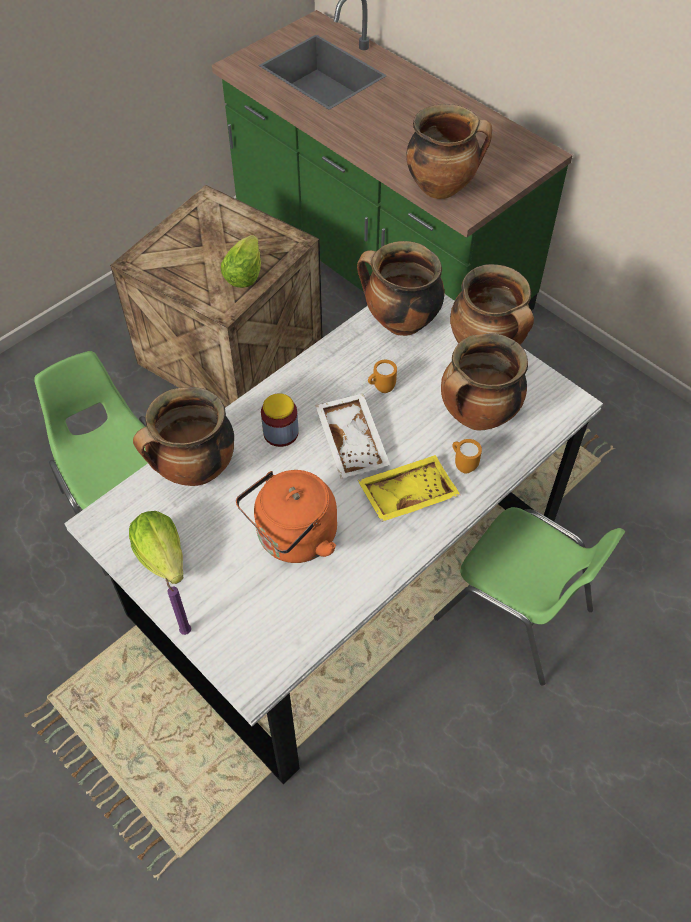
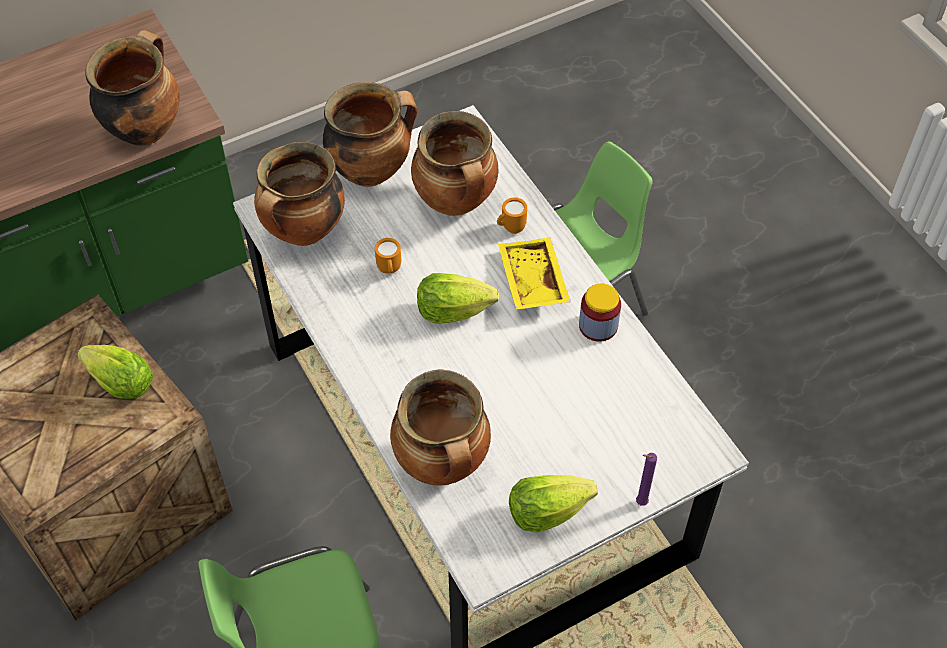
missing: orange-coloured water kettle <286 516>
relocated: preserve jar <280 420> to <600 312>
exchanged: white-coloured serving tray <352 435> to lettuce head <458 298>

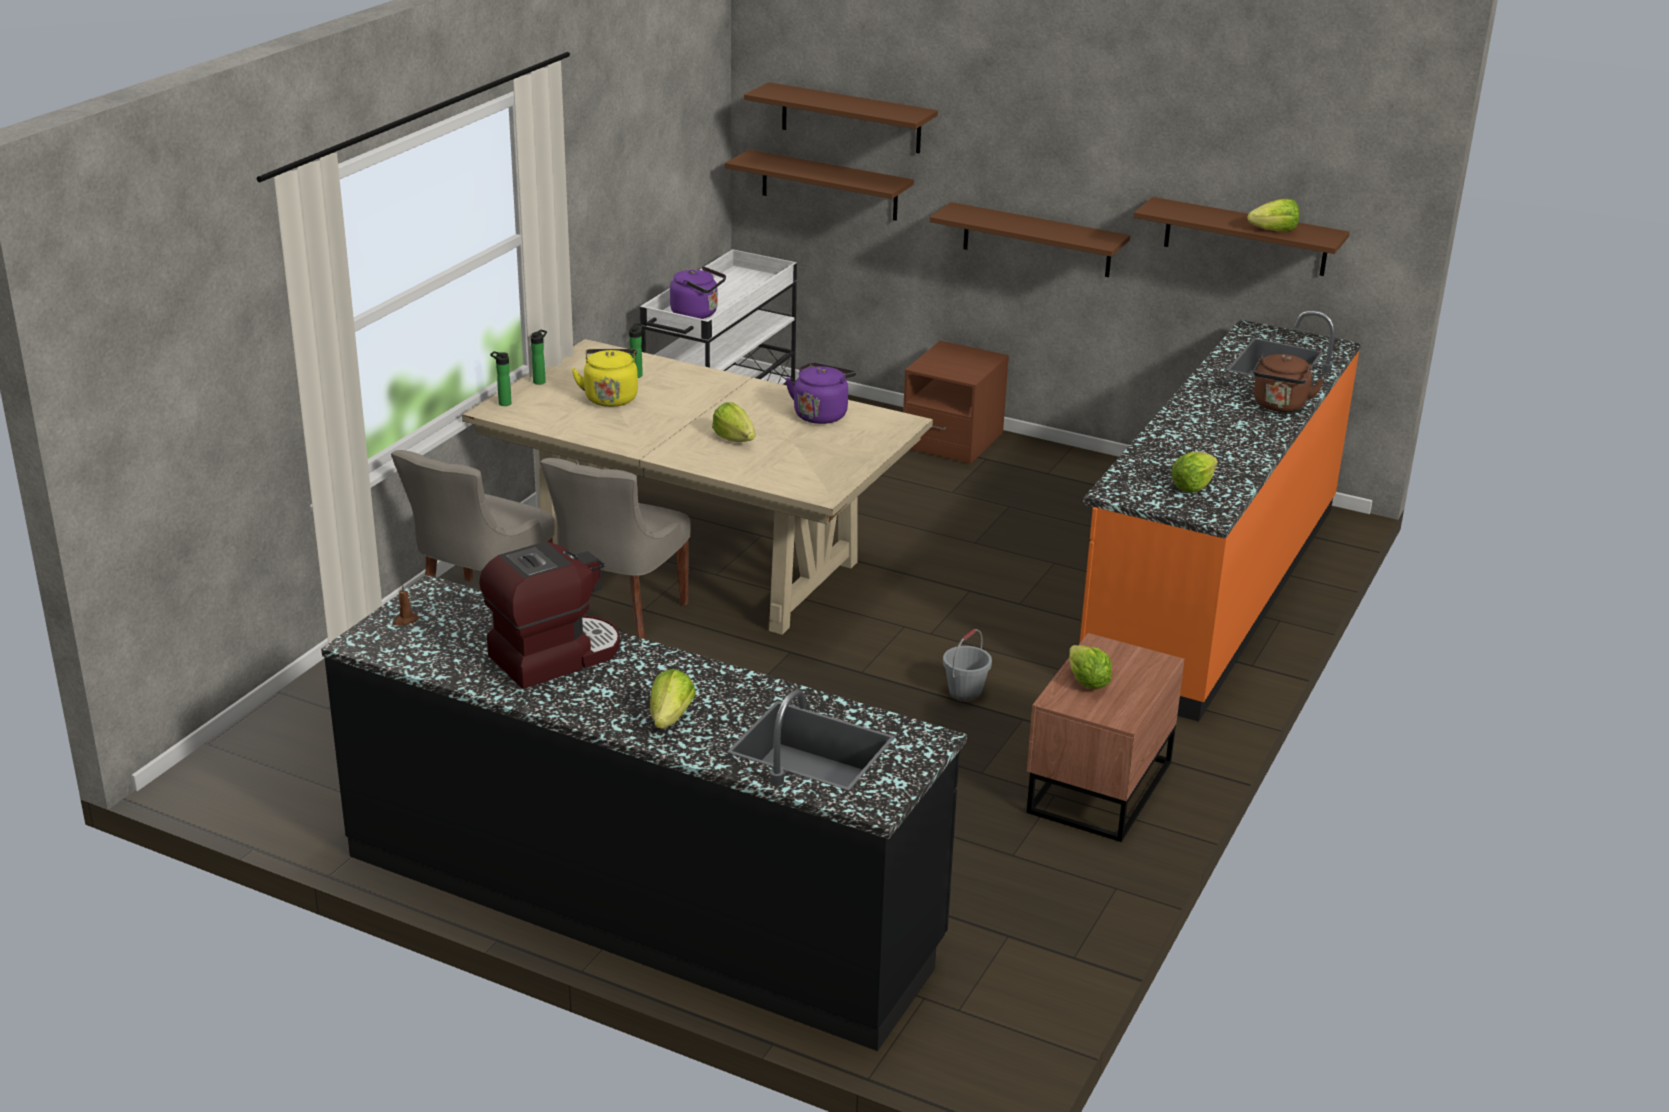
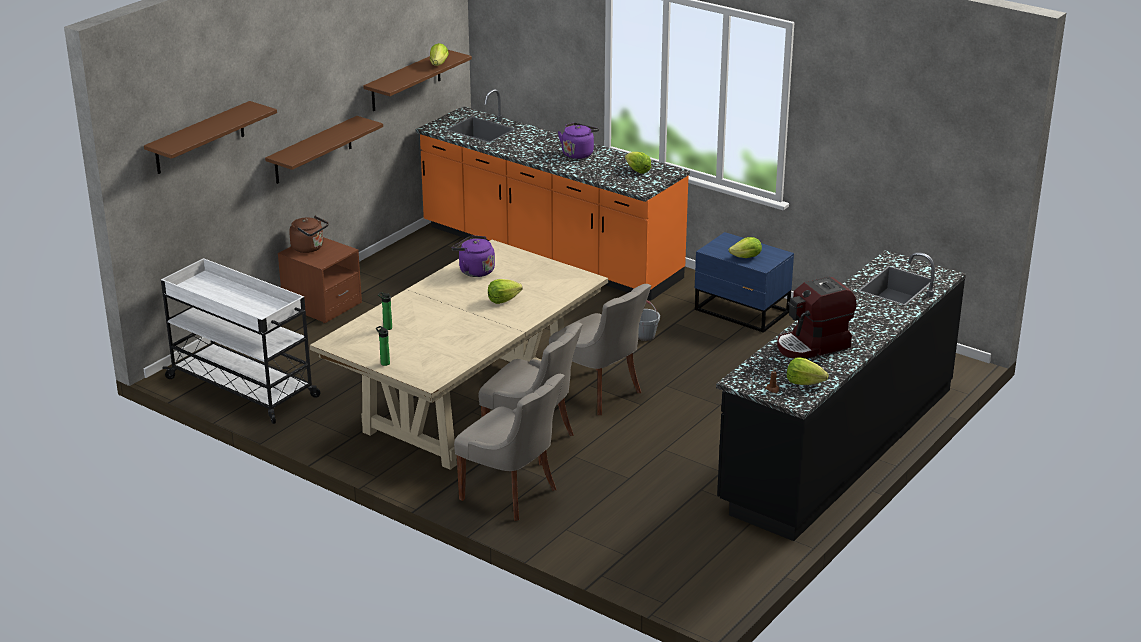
missing: drink bottle <500 378>; yellowish water kettle <605 378>; brown-coloured bracket shelf <819 185>
appeared: greyish plain chair <600 349>
relocated: lettuce head <673 699> to <808 371>; purple water kettle <698 292> to <578 141>; brown-coloured water kettle <1288 383> to <309 234>
colour: brown-coloured bedside table <1105 737> to blue-coloured bedside table <744 282>
spun: coffee brewer <549 615> = <817 318> 90 degrees counterclockwise

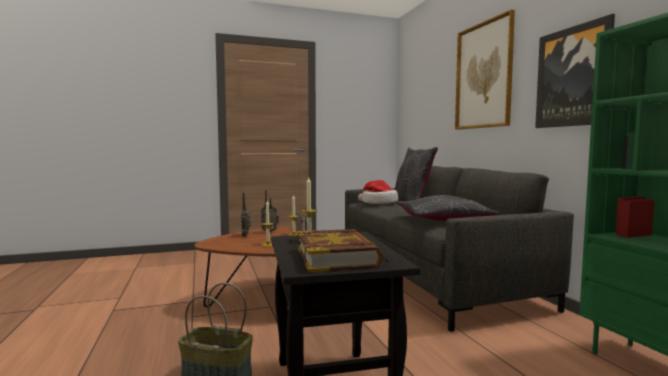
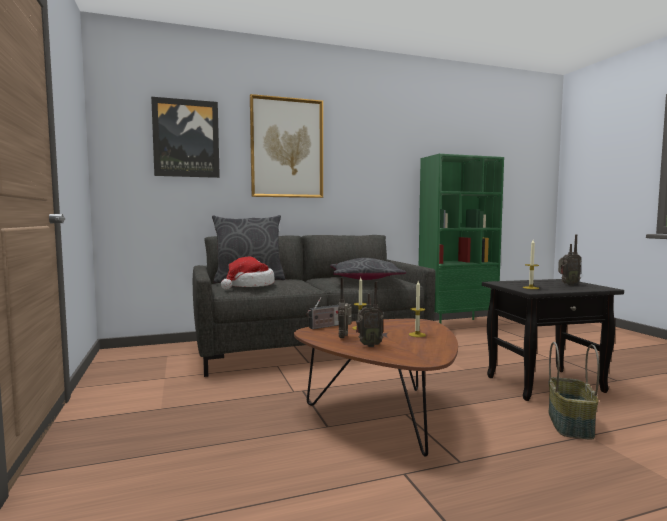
relocated: picture <575 71> to <185 137>
exchanged: volume <340 250> to radio receiver <569 260>

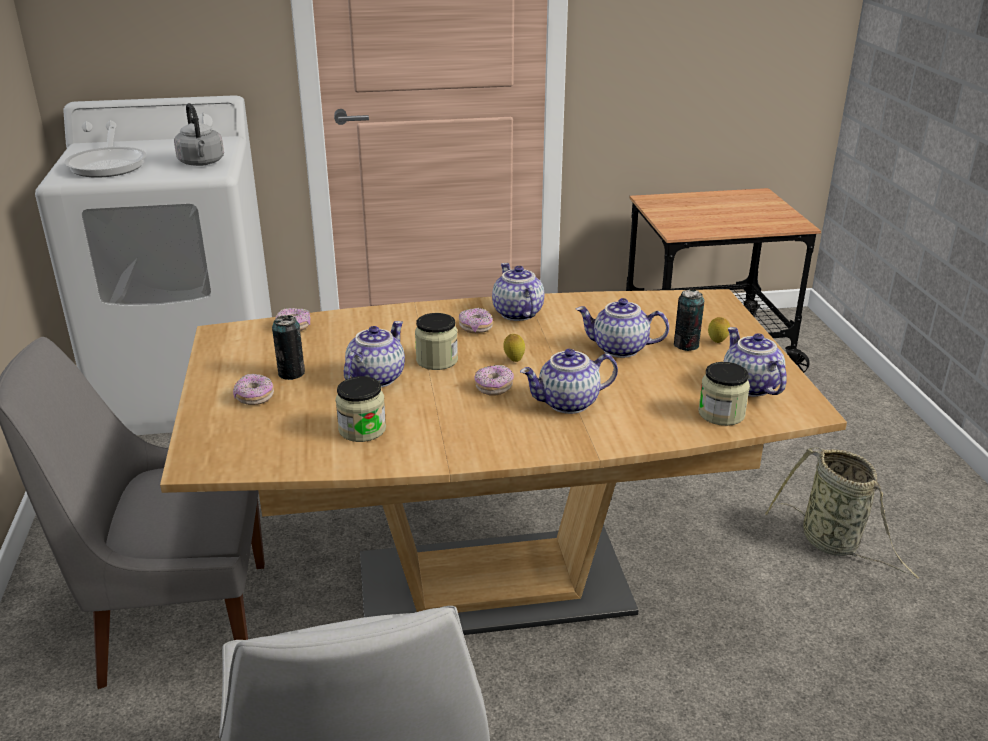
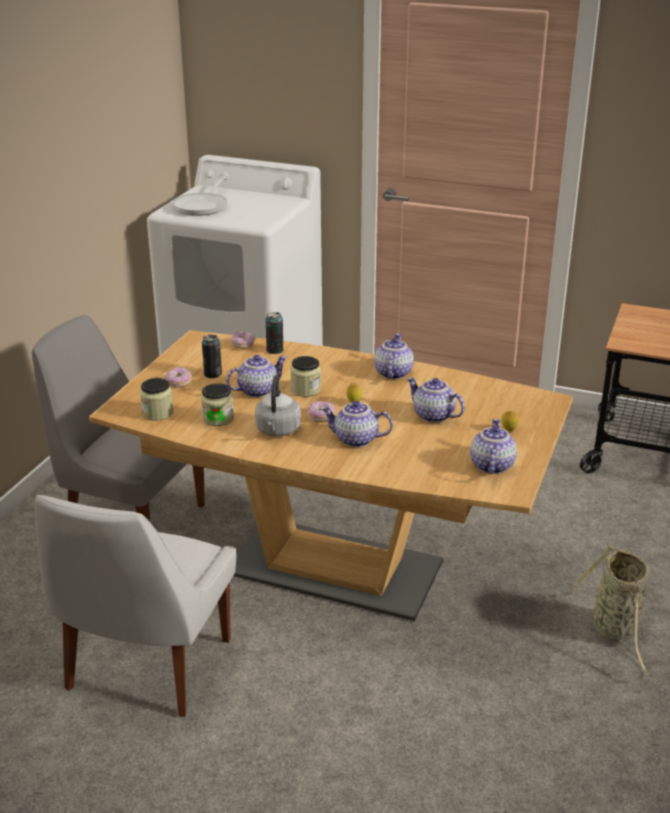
missing: ring doughnut <476 320>
relocated: greyish water kettle <199 134> to <278 406>; sealed can <689 320> to <274 333>; preserve jar <724 394> to <156 399>

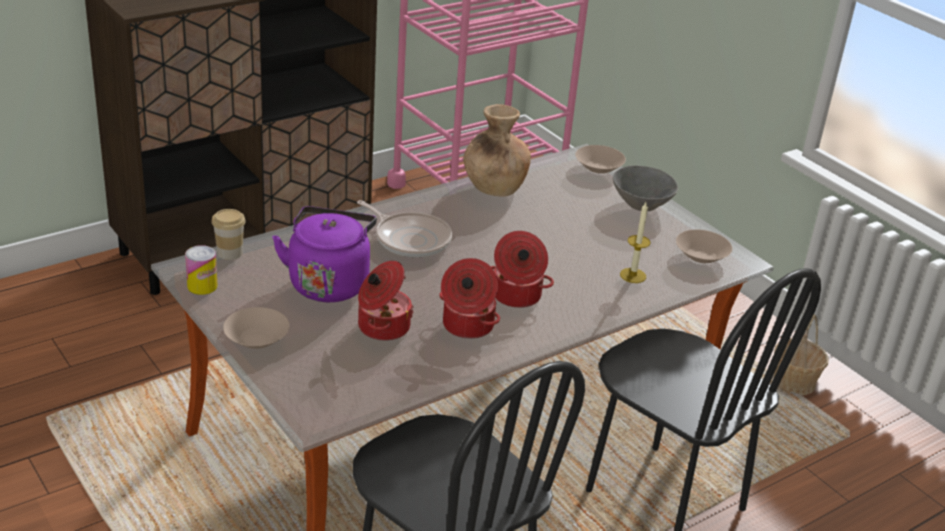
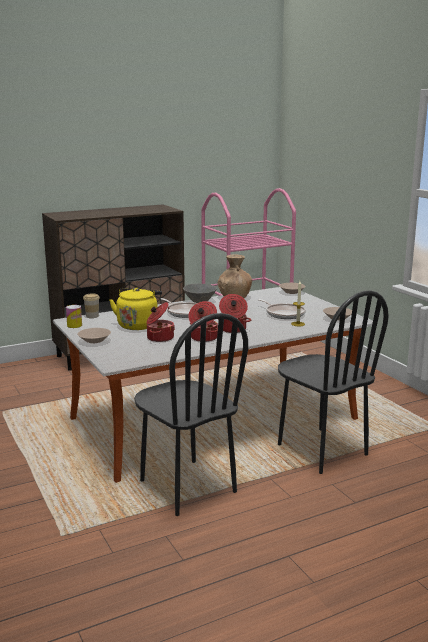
missing: household basket <801 354>
appeared: skillet <282 309>
relocated: greyish deep dish <645 188> to <199 293>
colour: purple water kettle <324 254> to yellowish water kettle <135 309>

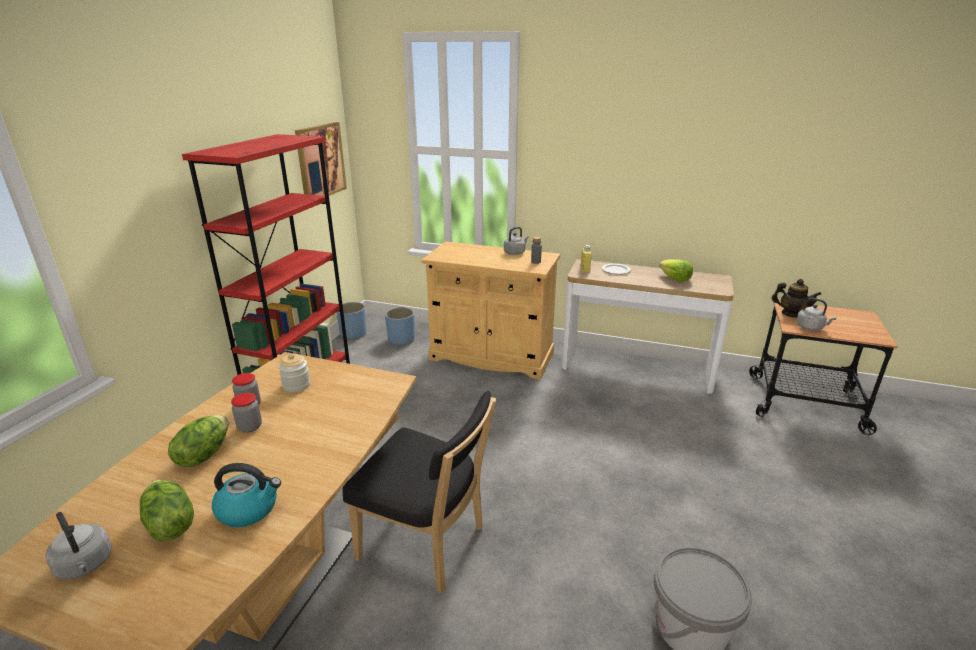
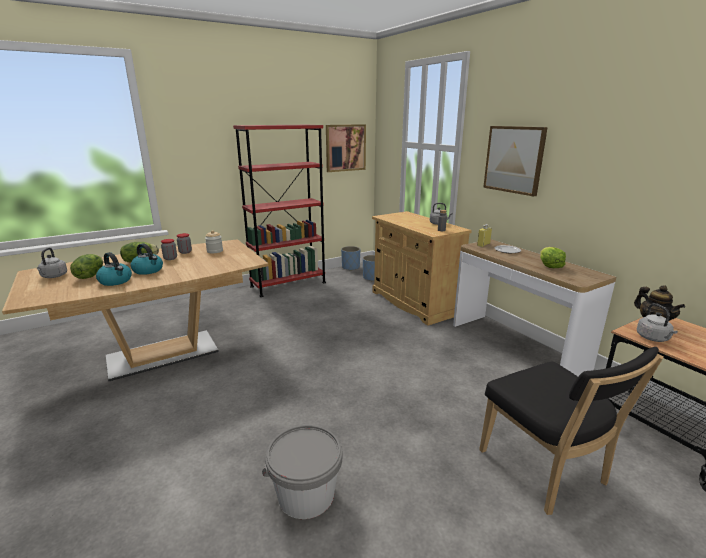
appeared: water kettle <146 259>; picture <515 161>
relocated: black plain chair <419 492> to <571 431>

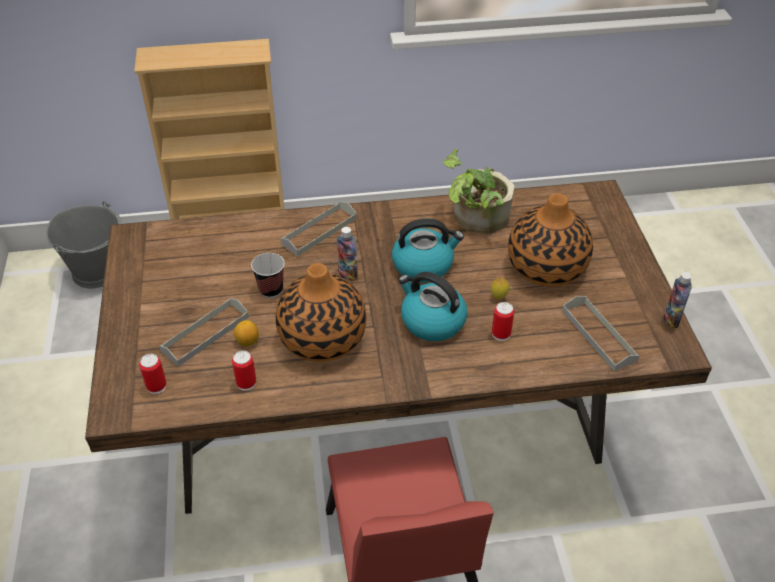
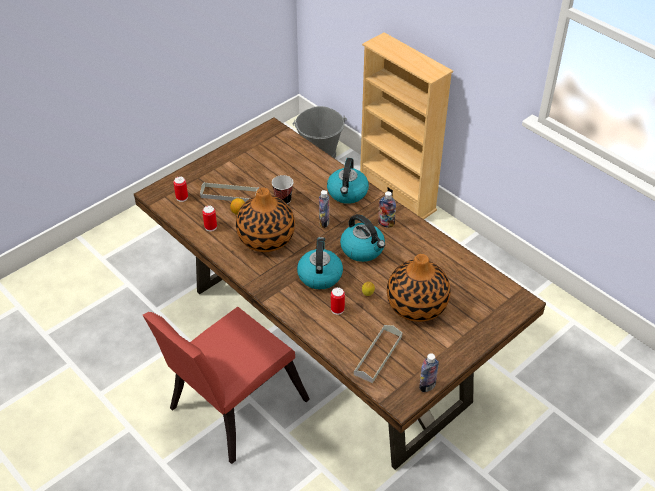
missing: potted plant <479 191>
appeared: drink bottle <387 209>
exchanged: greyish serving tray <318 229> to water kettle <348 181>

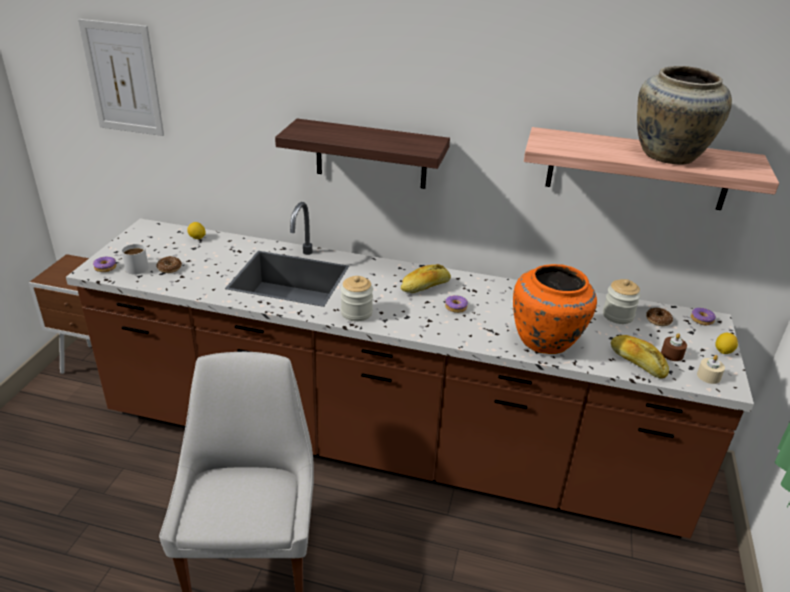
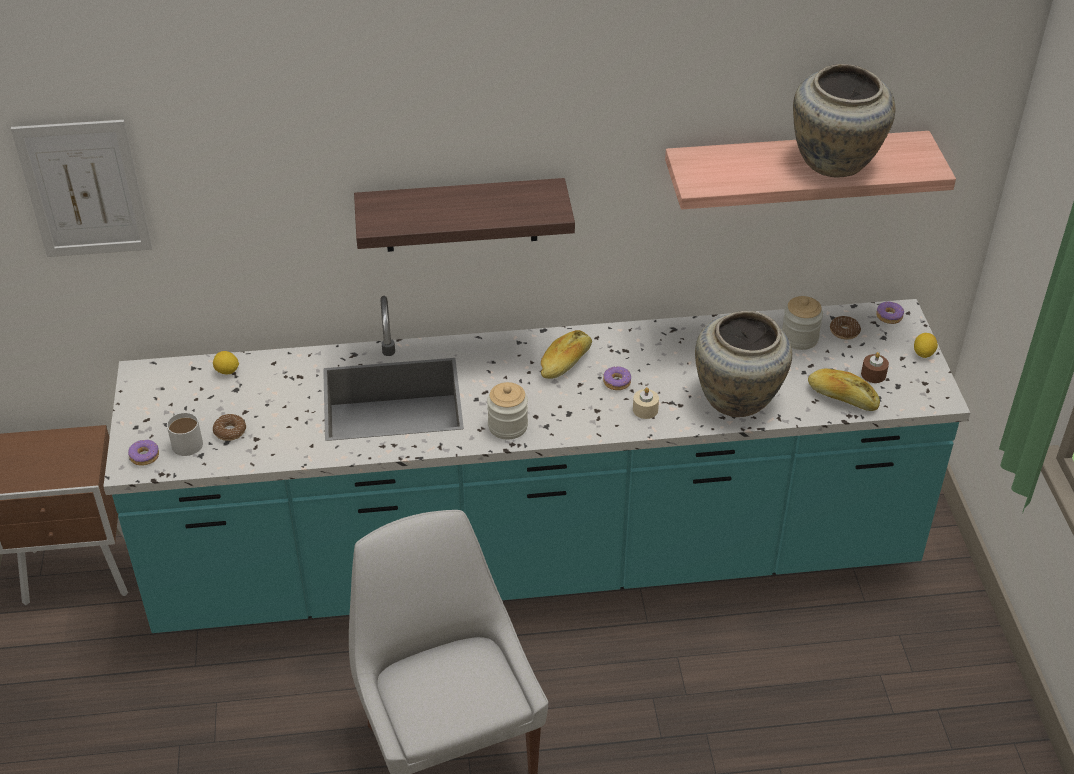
relocated: beige wax light <711 369> to <646 403>
colour: brown-coloured kitchen counter <410 370> to turquoise kitchen counter <536 464>; orange-coloured decorative vase <555 309> to beige decorative vase <743 364>

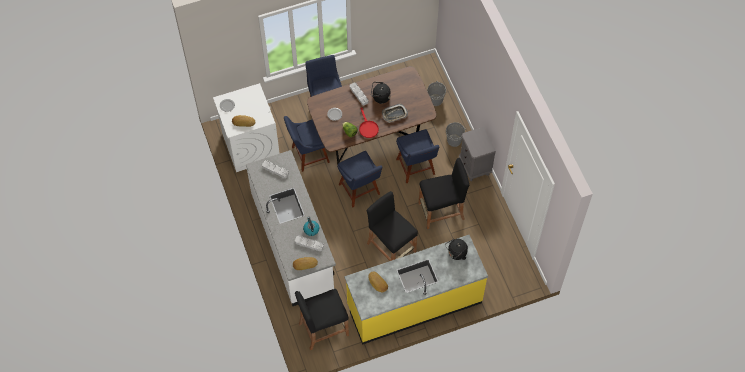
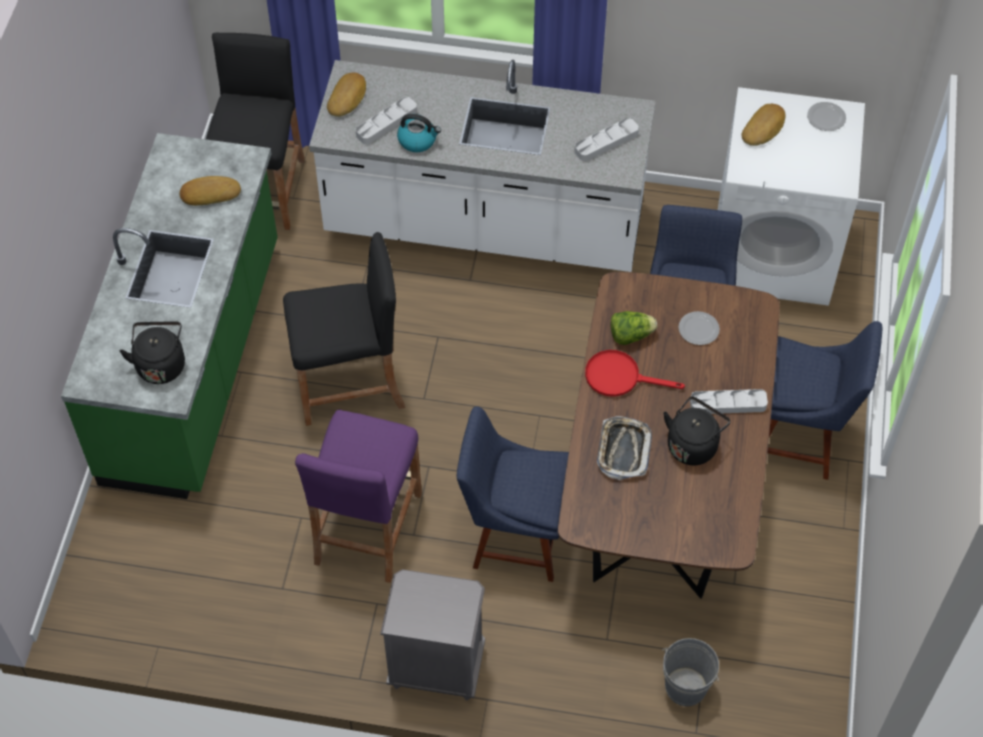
missing: blue-coloured plain chair <359 179>; greyish pail <455 134>
colour: yellowish kitchen counter <416 290> to green-coloured kitchen counter <169 316>; black sitting stool <444 194> to purple sitting stool <358 496>

